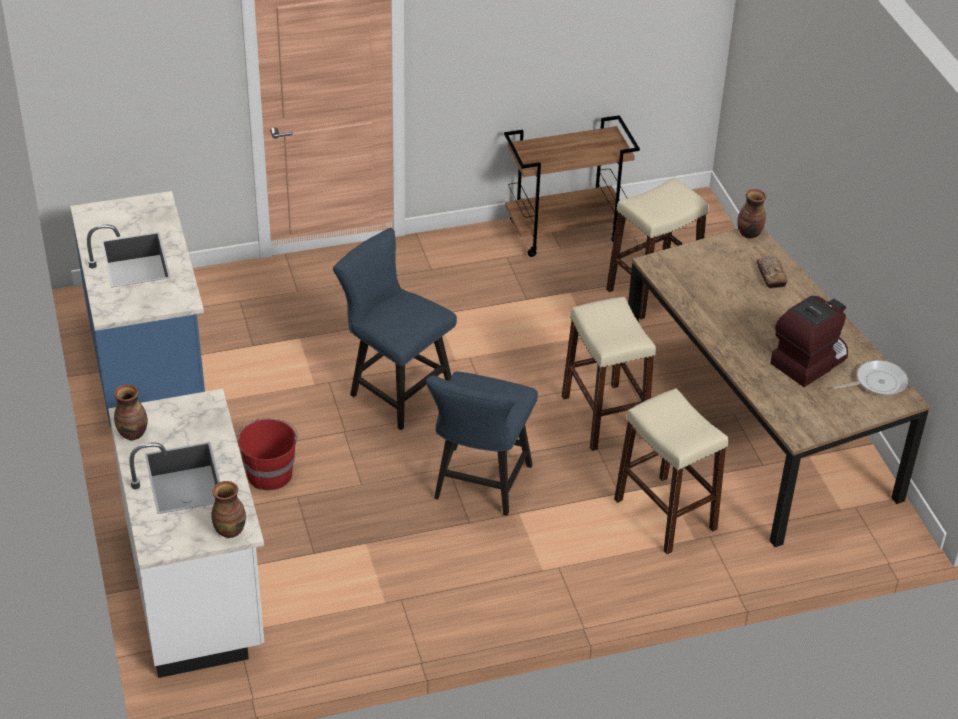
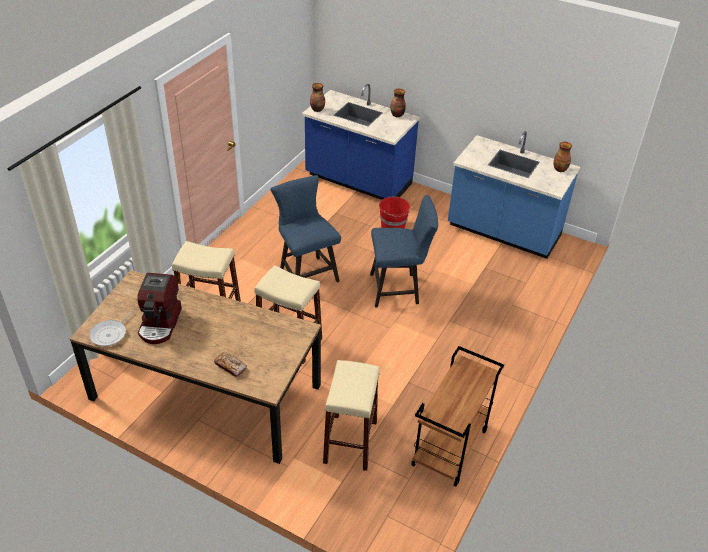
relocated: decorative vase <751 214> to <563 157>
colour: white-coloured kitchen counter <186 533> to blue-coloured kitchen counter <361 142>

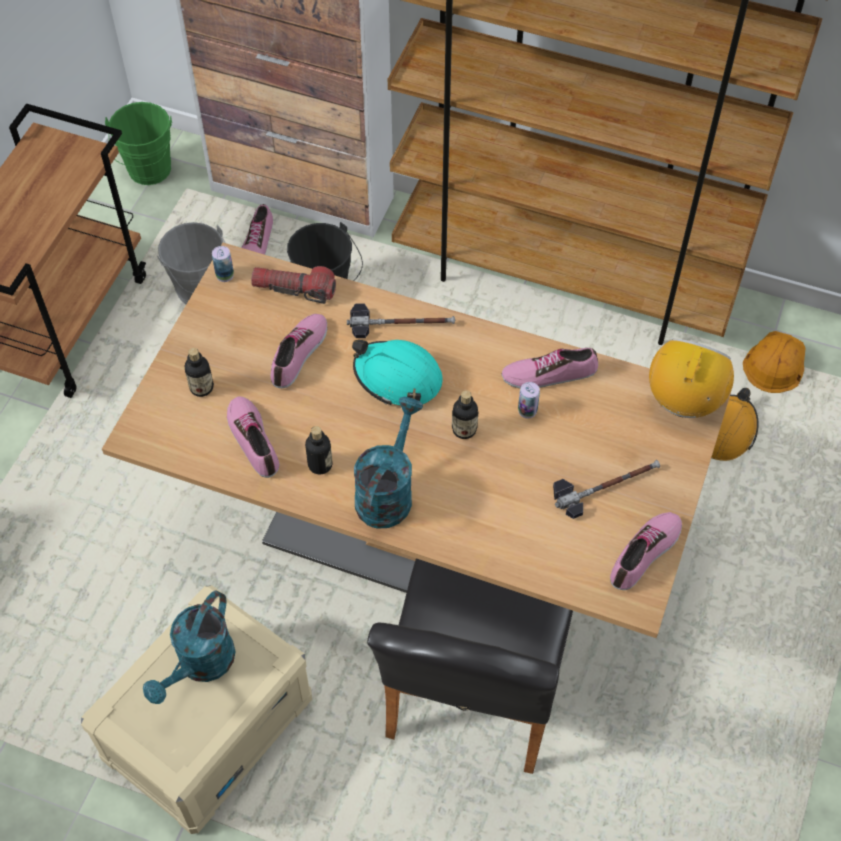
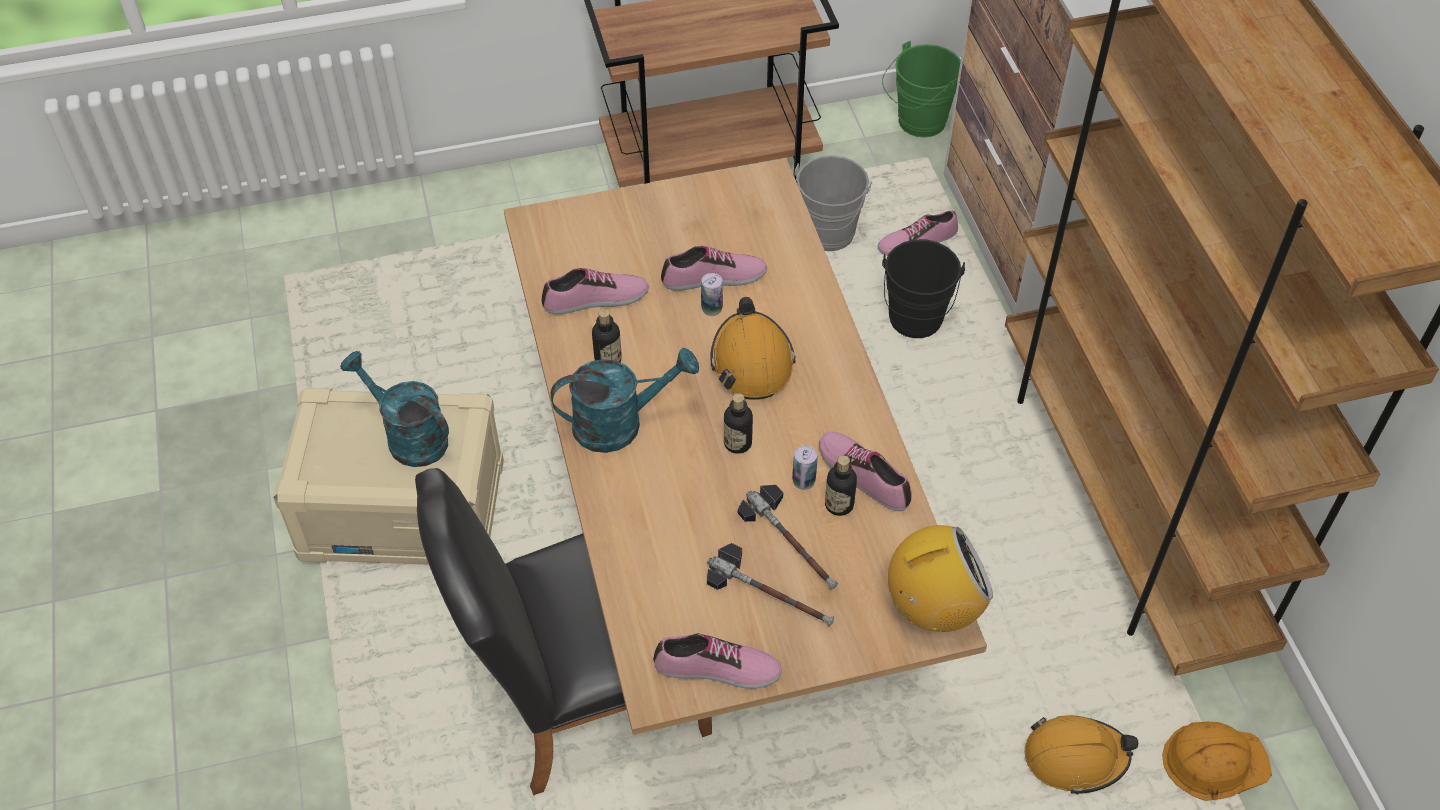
missing: torch <293 285>
relocated: drink bottle <199 372> to <841 486>; sealed can <223 264> to <712 294>; hand hammer <401 320> to <788 537>
colour: turquoise work helmet <397 373> to orange-coloured work helmet <753 348>
spun: turquoise sprinkling can <189 647> = <394 409> 45 degrees clockwise; shoe <253 437> = <595 291> 45 degrees clockwise

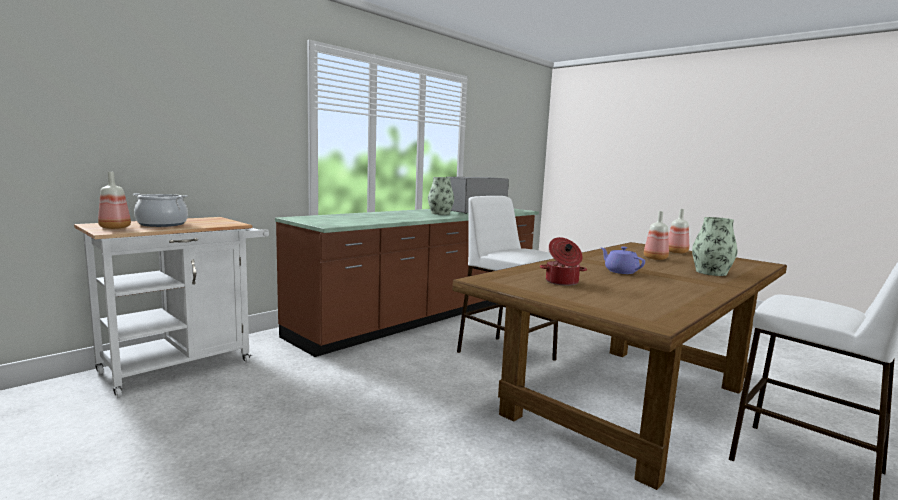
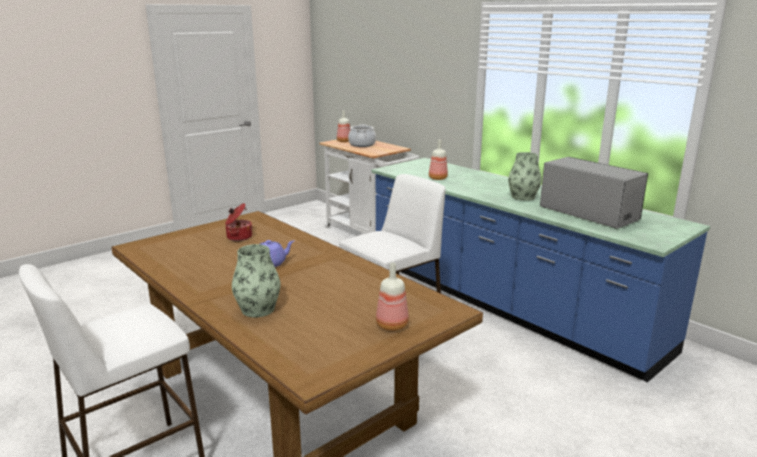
relocated: drink bottle <656 235> to <438 160>
colour: brown-coloured kitchen counter <407 283> to blue-coloured kitchen counter <540 270>

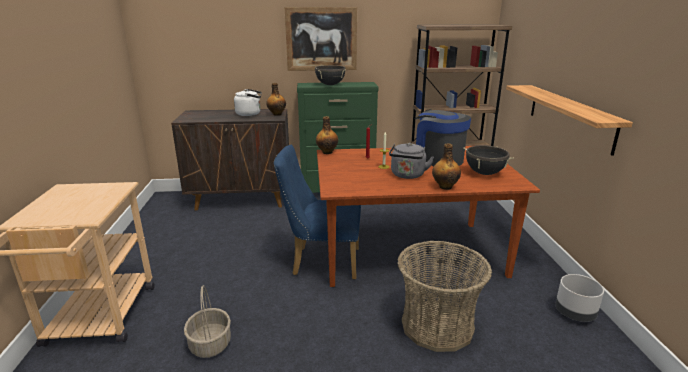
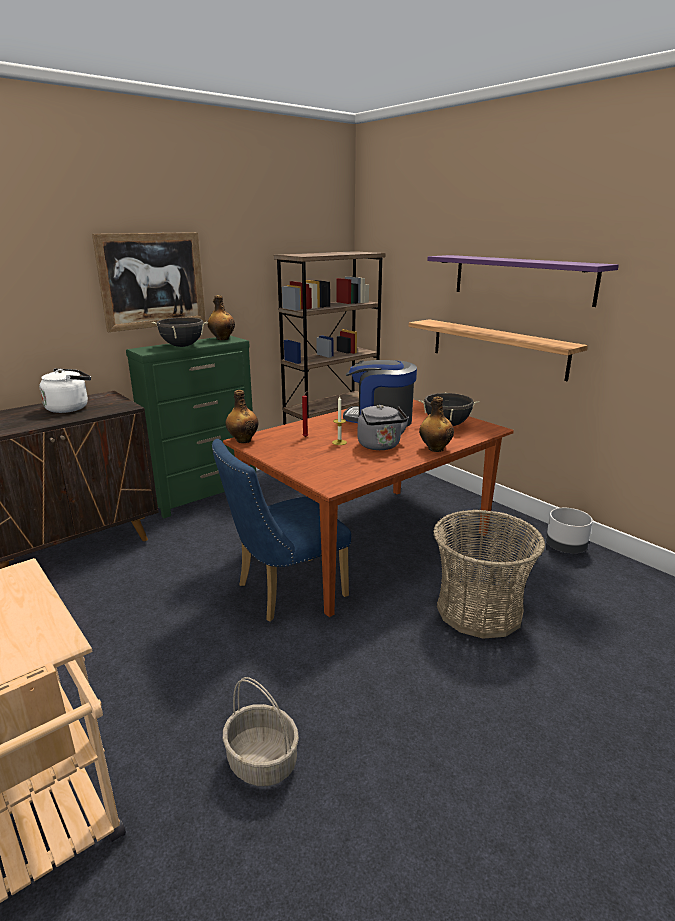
appeared: purple bracket shelf <523 281>
relocated: drink bottle <276 99> to <221 317>

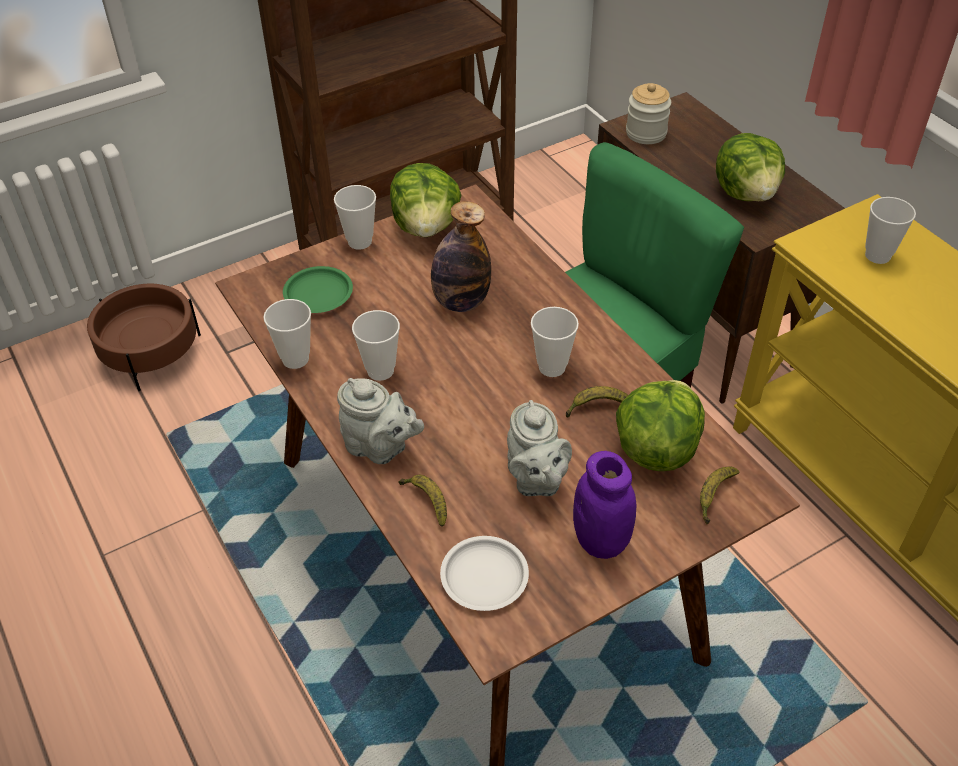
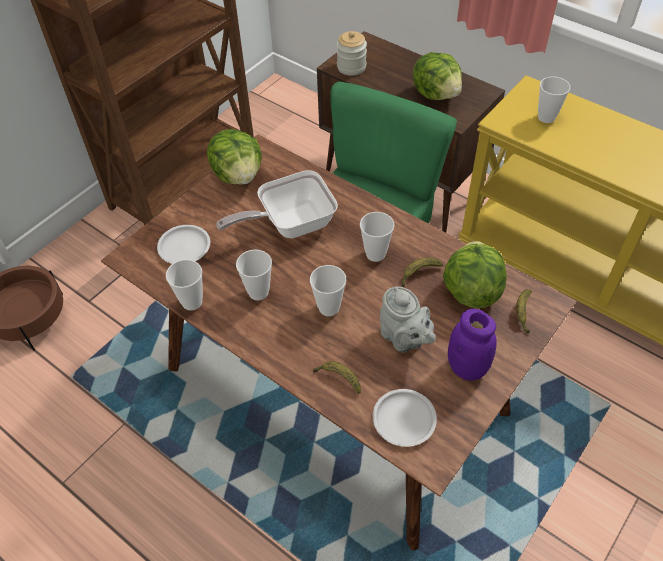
missing: greyish teapot <380 421>
relocated: cup <355 217> to <328 290>
exchanged: drink bottle <461 256> to skillet <277 204>
colour: green-coloured flat dish <318 289> to white-coloured flat dish <183 244>

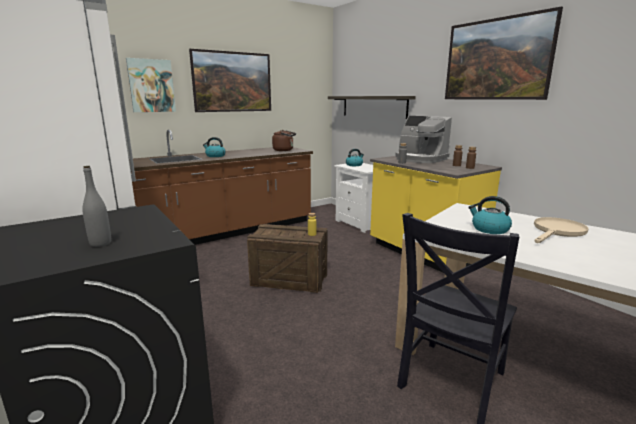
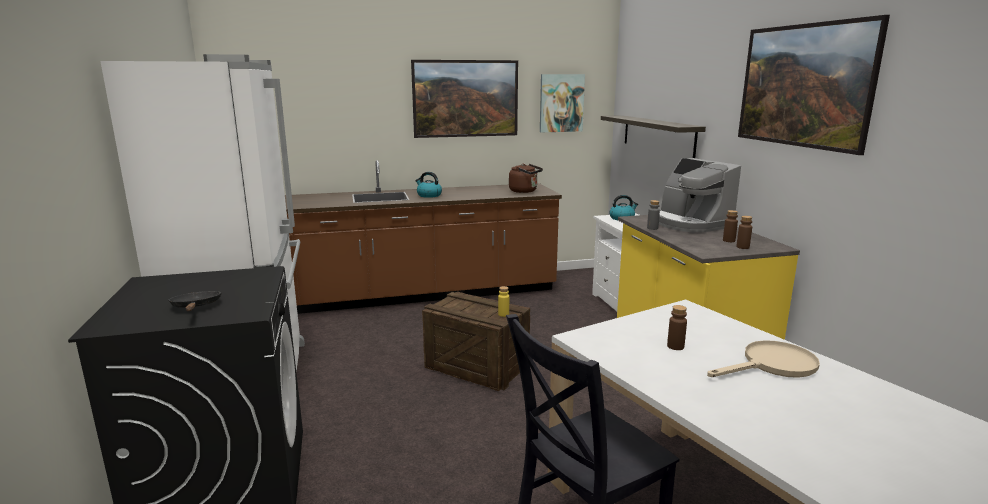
relocated: picture <151 85> to <562 103>
exchanged: greyish drink bottle <96 206> to black skillet <195 301>; water kettle <490 215> to brown-coloured drink bottle <677 327>

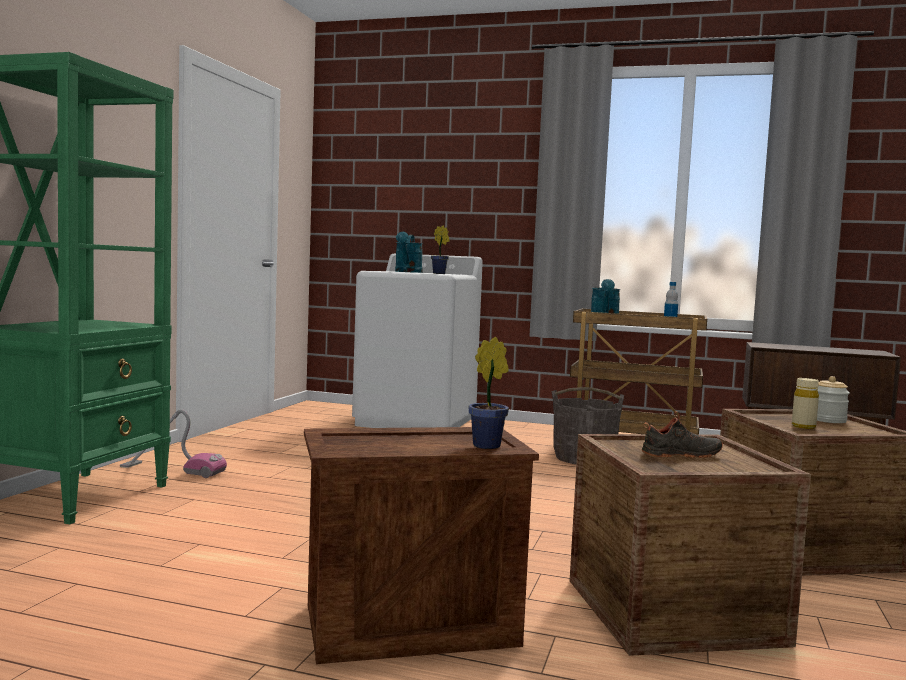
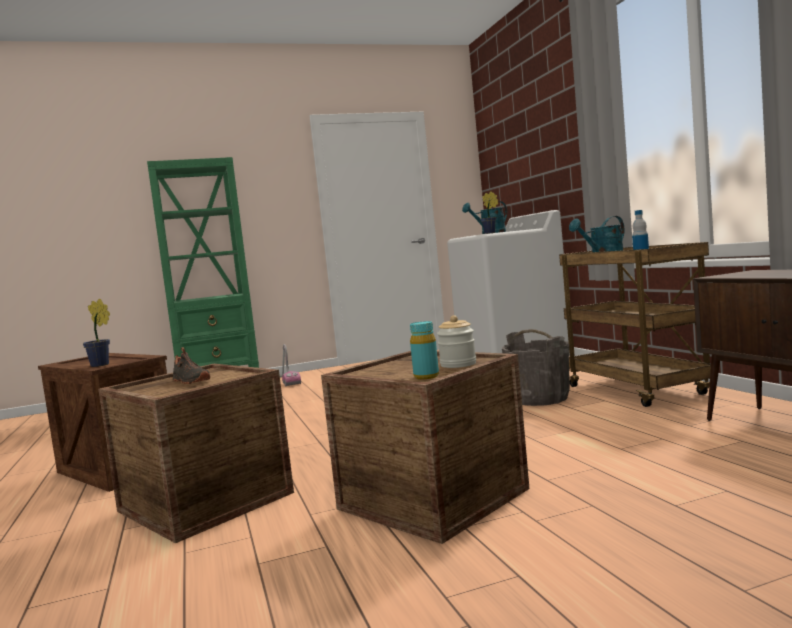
missing: beige drink bottle <805 403>
appeared: turquoise drink bottle <424 350>

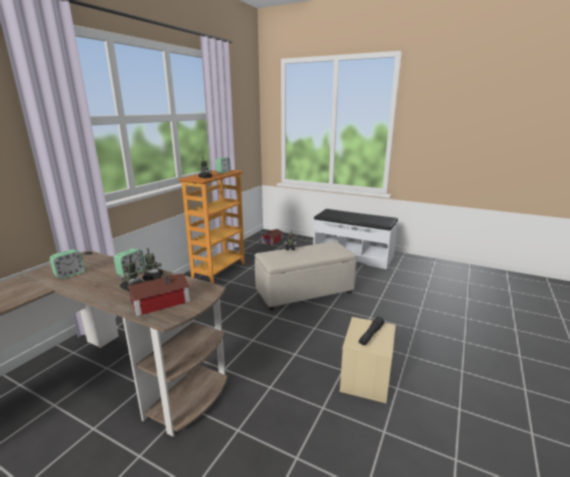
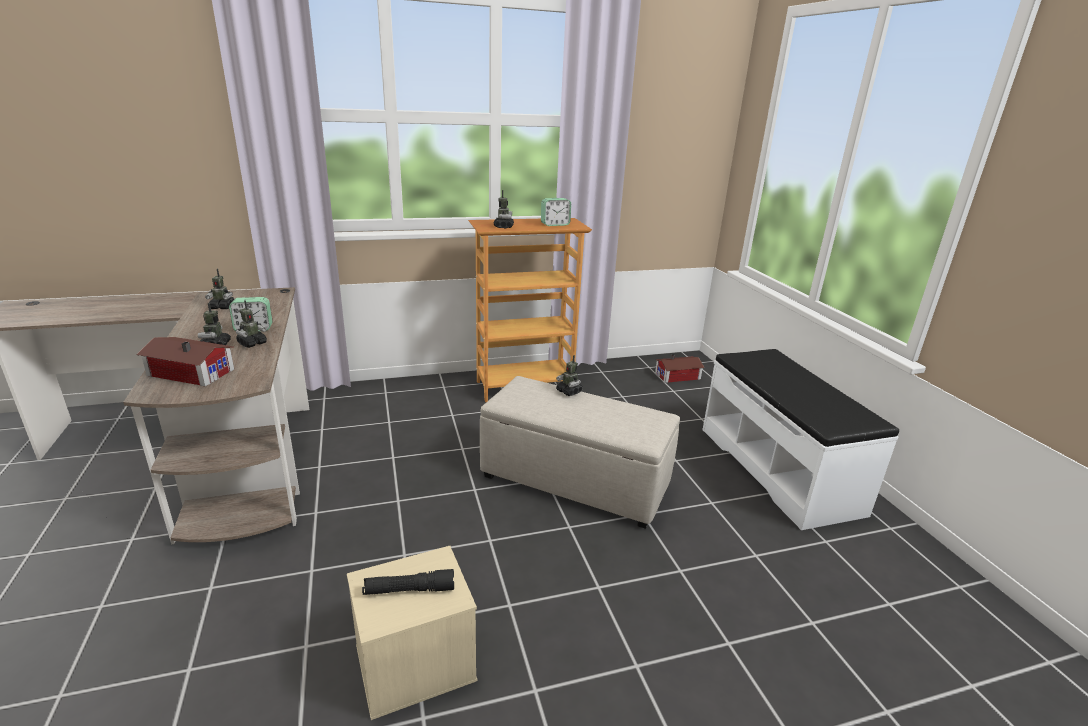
exchanged: table clock <67 264> to toy robot <219 289>

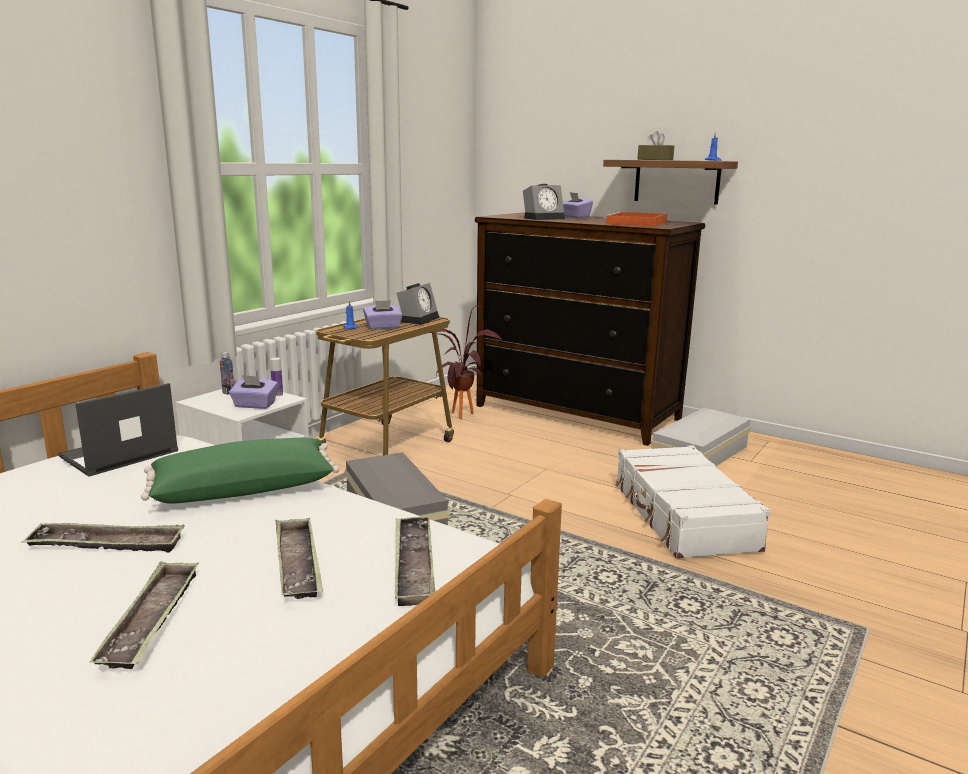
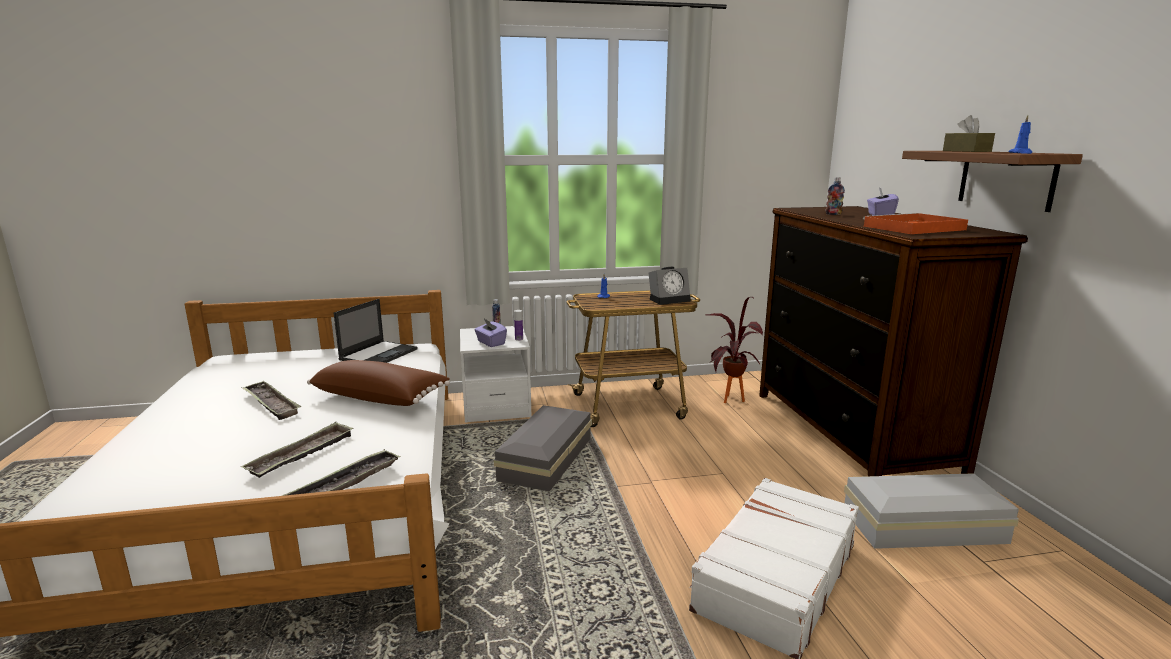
missing: serving tray <144 615>; purple tissue holder <382 315>
exchanged: table clock <544 202> to drink bottle <835 196>
colour: green-coloured throw pillow <240 471> to brown-coloured throw pillow <378 383>
spun: portable computer <118 430> = <376 331> 120 degrees clockwise

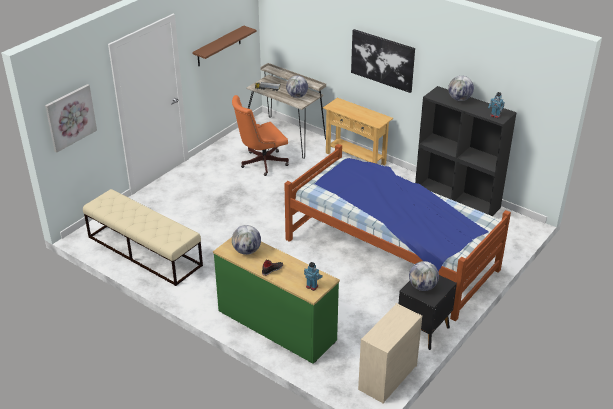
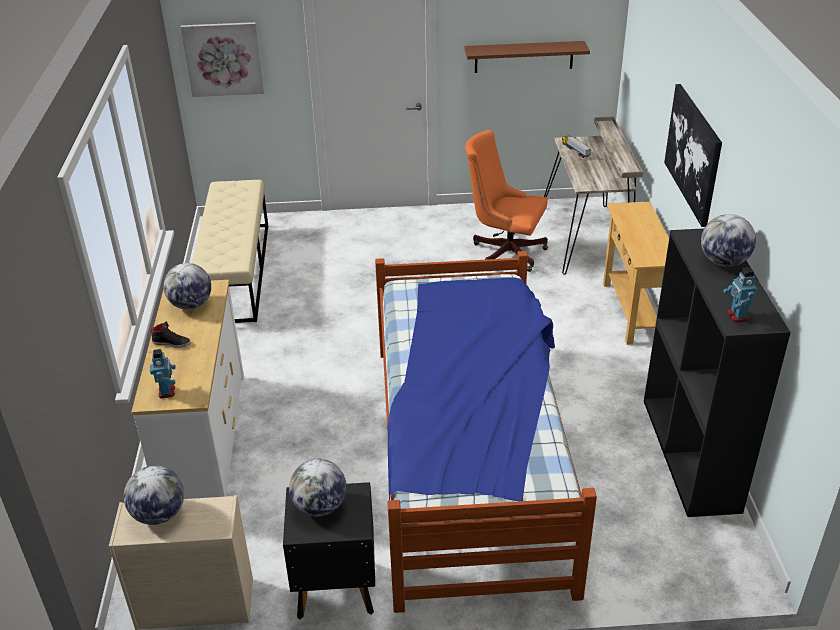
relocated: globe <297 86> to <154 495>
colour: green-coloured chest of drawers <276 300> to white-coloured chest of drawers <187 389>

